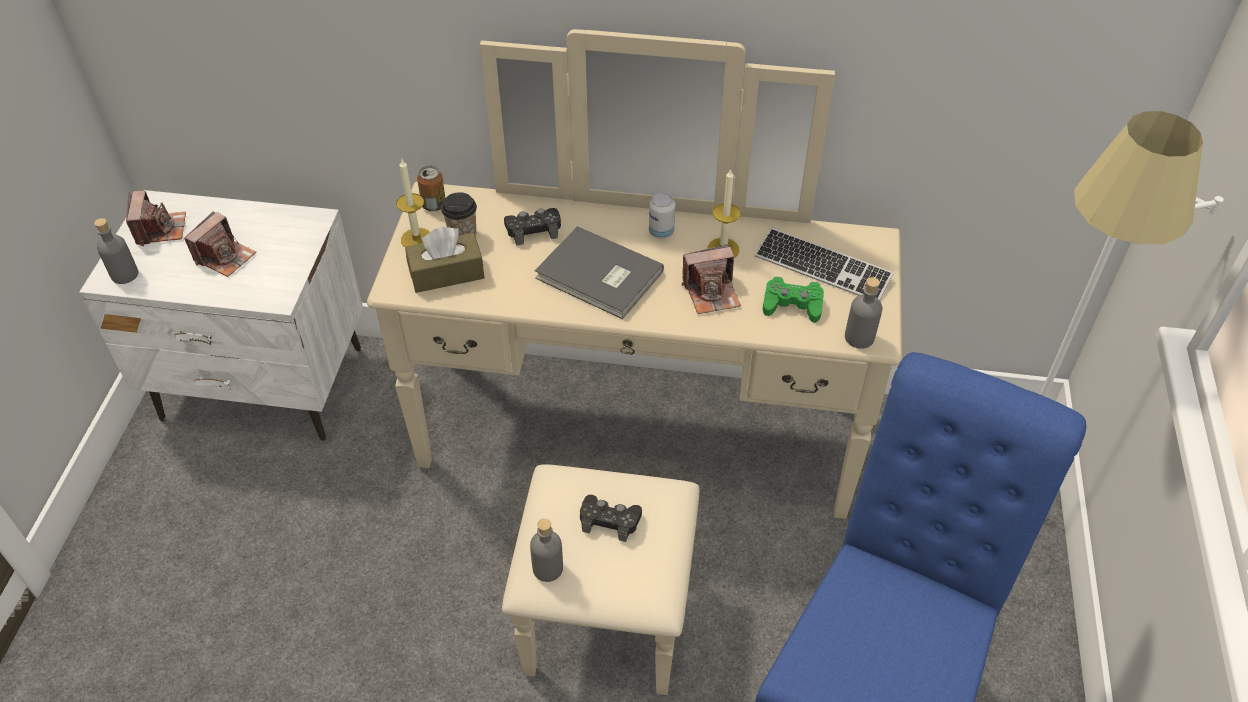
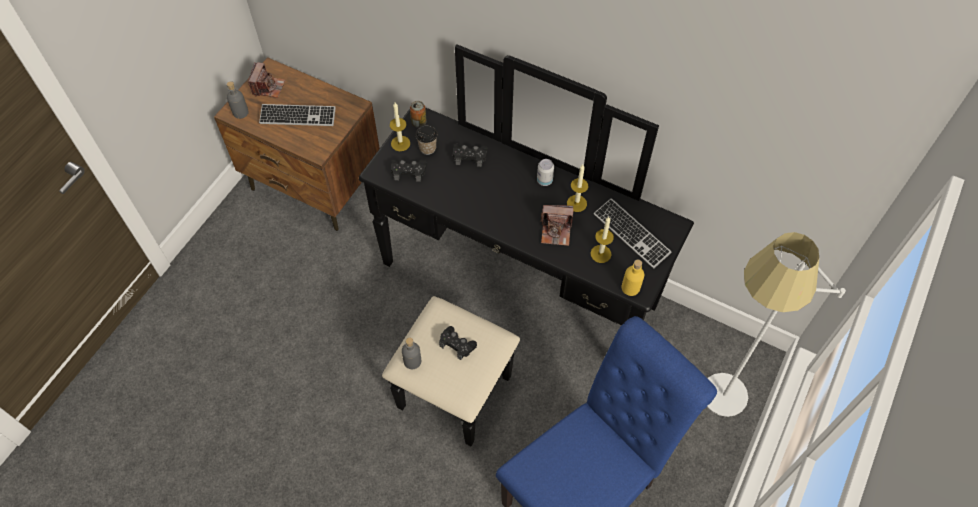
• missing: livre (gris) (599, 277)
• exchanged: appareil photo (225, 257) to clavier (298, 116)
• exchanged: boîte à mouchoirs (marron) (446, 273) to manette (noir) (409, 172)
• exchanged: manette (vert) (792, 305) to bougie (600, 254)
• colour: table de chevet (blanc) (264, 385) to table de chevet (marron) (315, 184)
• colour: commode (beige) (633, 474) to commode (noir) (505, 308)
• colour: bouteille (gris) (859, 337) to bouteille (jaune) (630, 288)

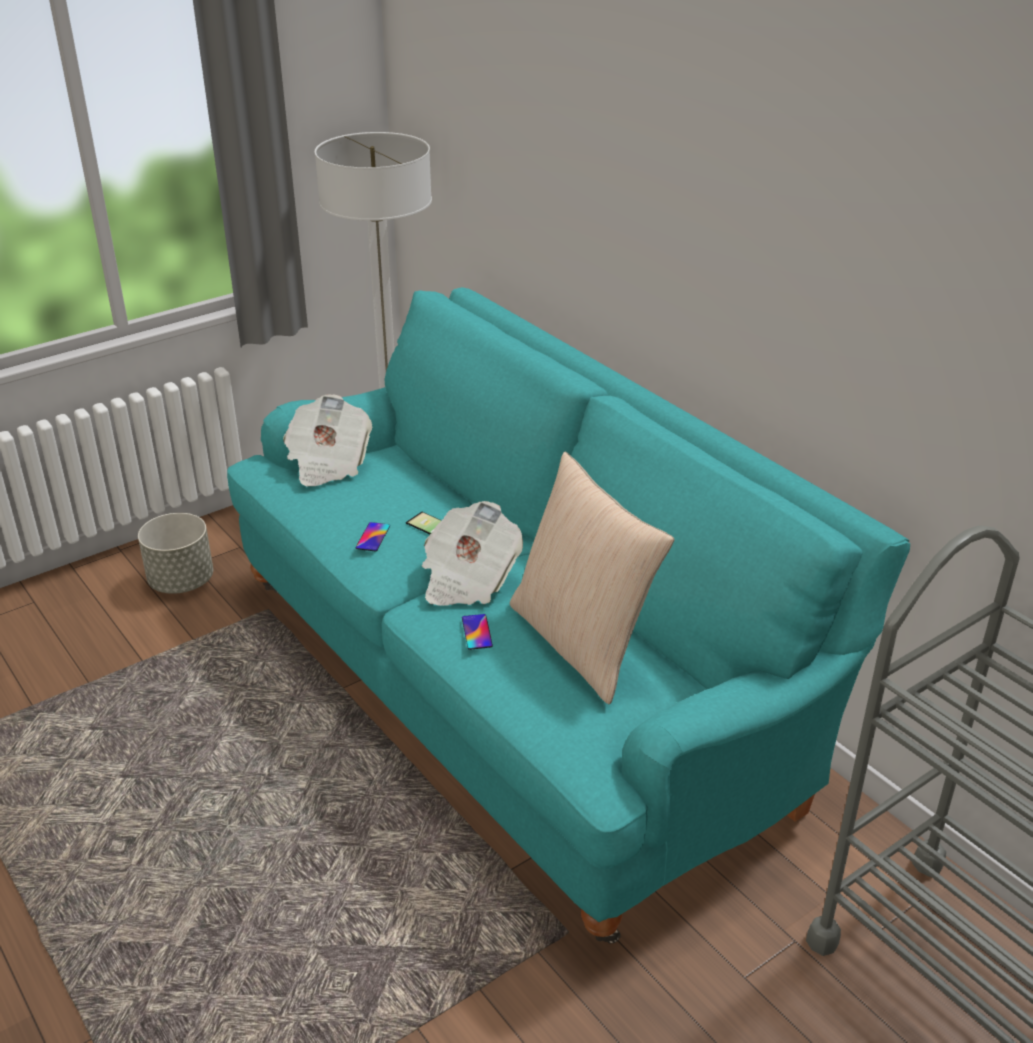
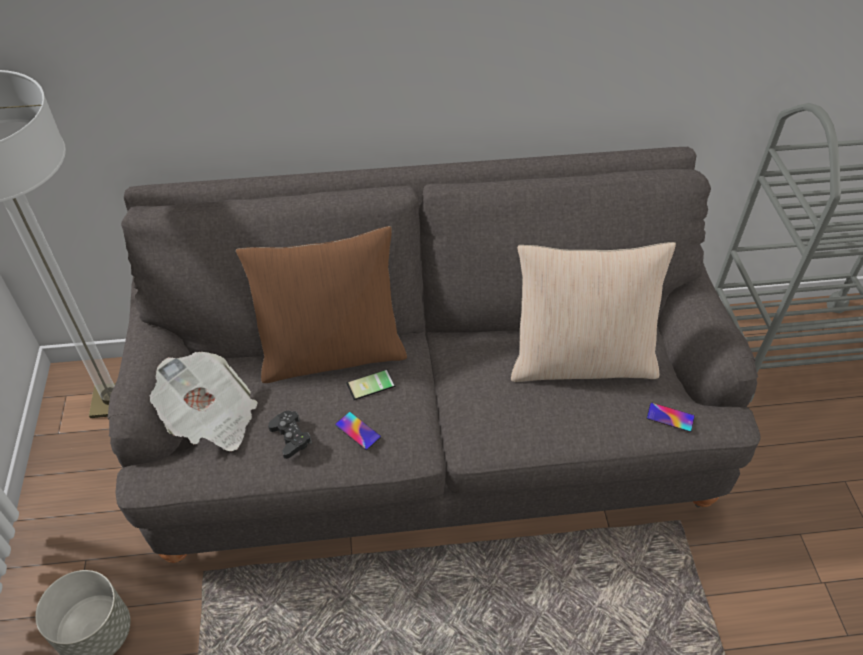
• missing: journal (468, 579)
• appeared: coussin (marron) (332, 352)
• appeared: manette (noir) (290, 437)
• relocated: téléphone (477, 632) to (670, 417)
• colour: canapé (turquoise) (518, 686) to canapé (gris) (431, 435)

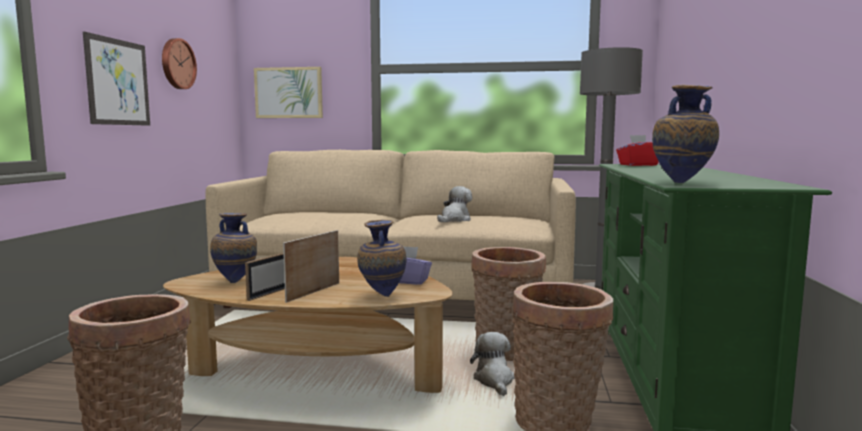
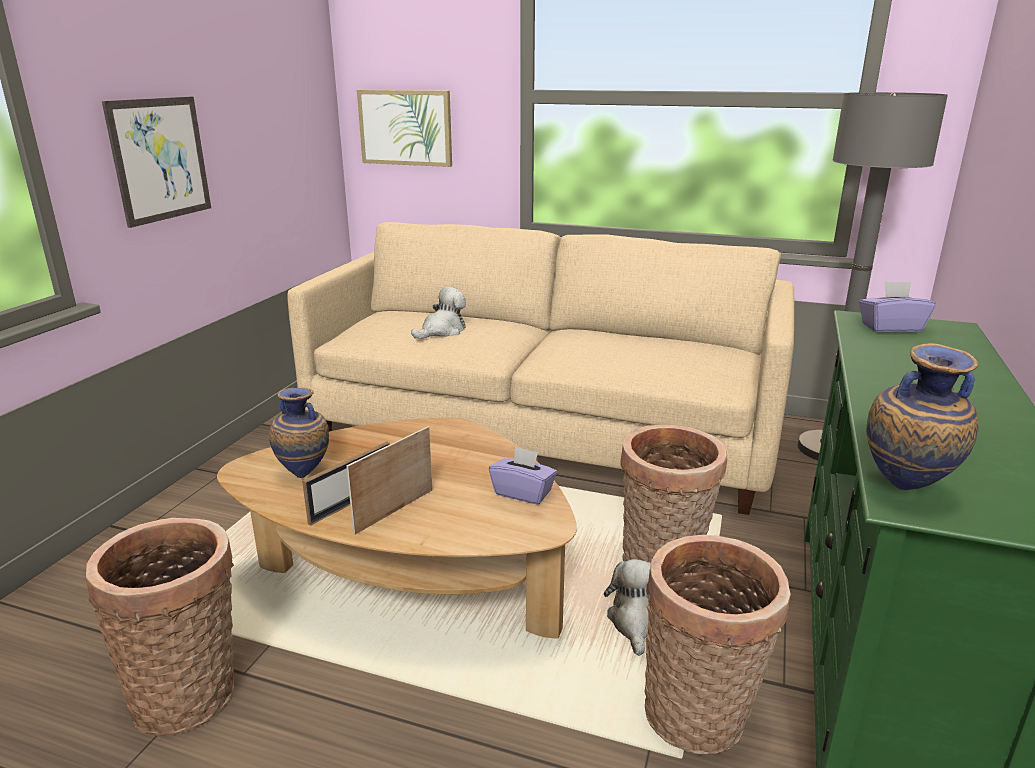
• missing: horloge murale (177, 64)
• missing: vase (381, 296)
• relocated: peluche (454, 220) to (442, 331)
• colour: boîte à mouchoirs (rouge) (638, 165) to boîte à mouchoirs (violet) (891, 327)

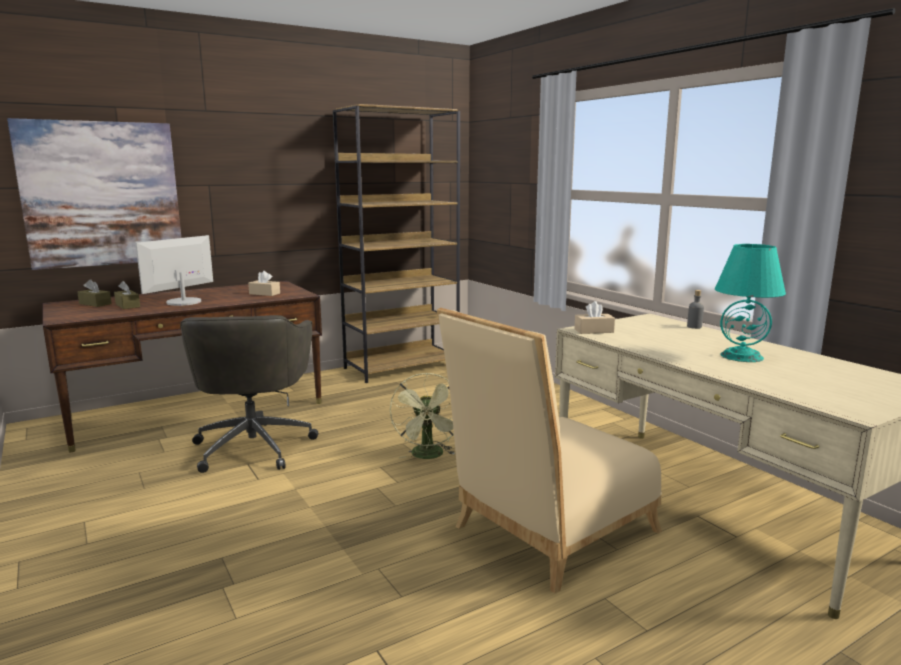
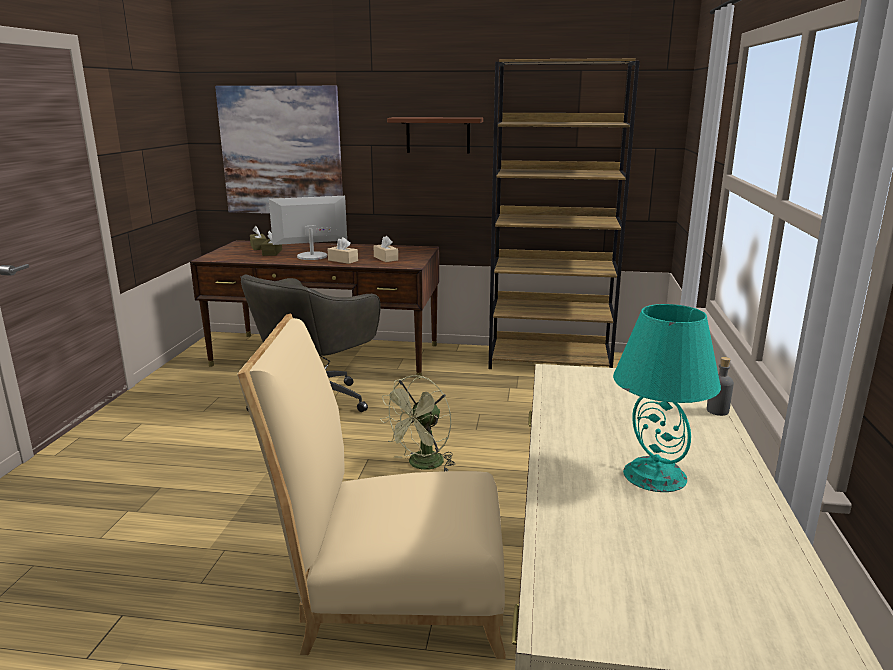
• appeared: étagère (marron) (438, 135)
• relocated: boîte à mouchoirs (beige) (594, 331) to (343, 260)

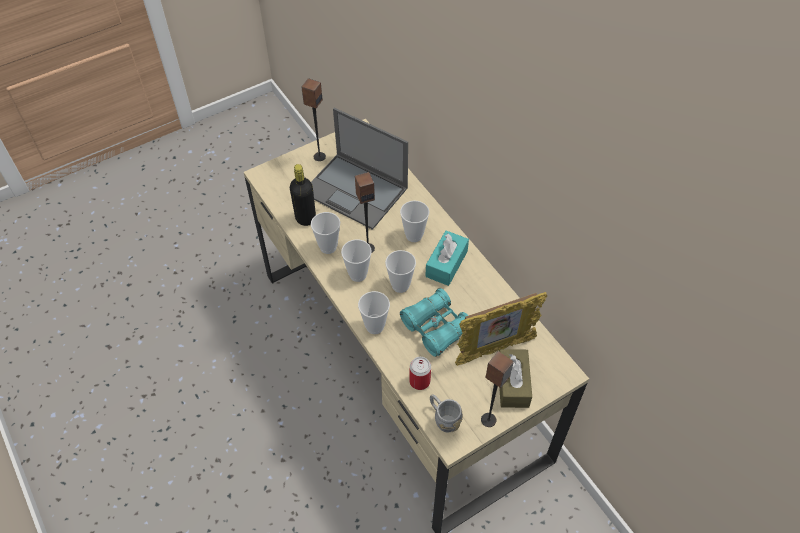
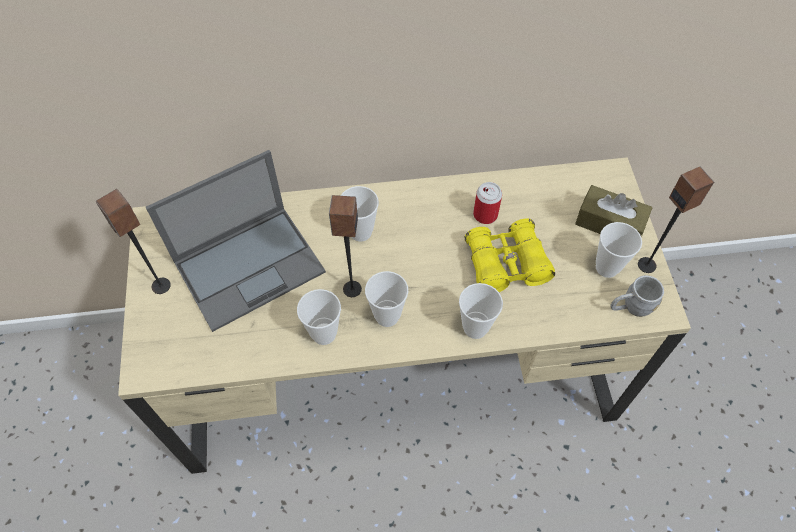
• missing: bouteille (noir) (305, 218)
• missing: boîte à mouchoirs (turquoise) (446, 264)
• missing: cadre photo (494, 350)
• relocated: tasse (400, 285) to (607, 267)
• relocated: boîte métallique (419, 381) to (485, 215)
• colour: jumelles (turquoise) (436, 328) to jumelles (jaune) (506, 264)

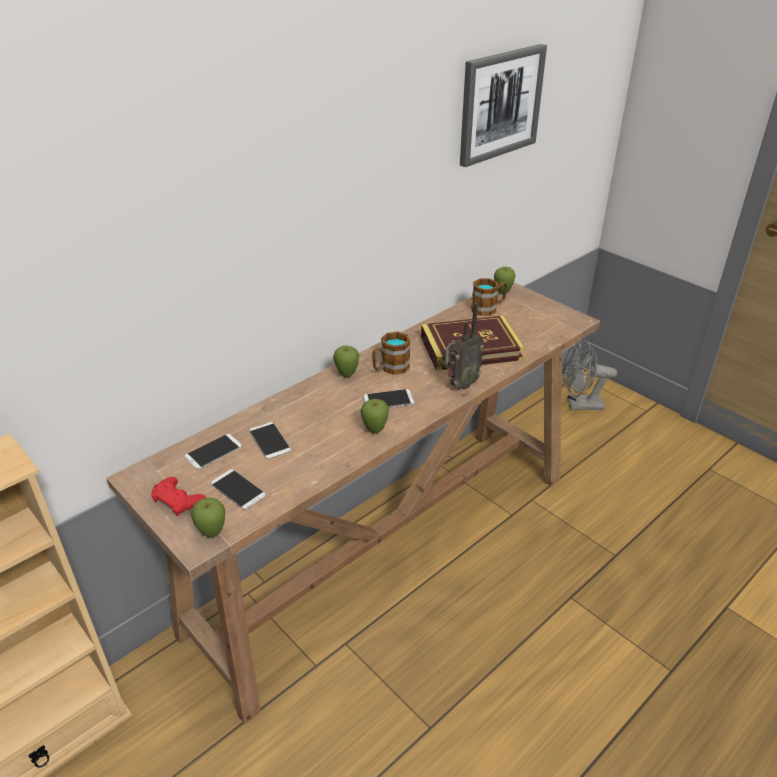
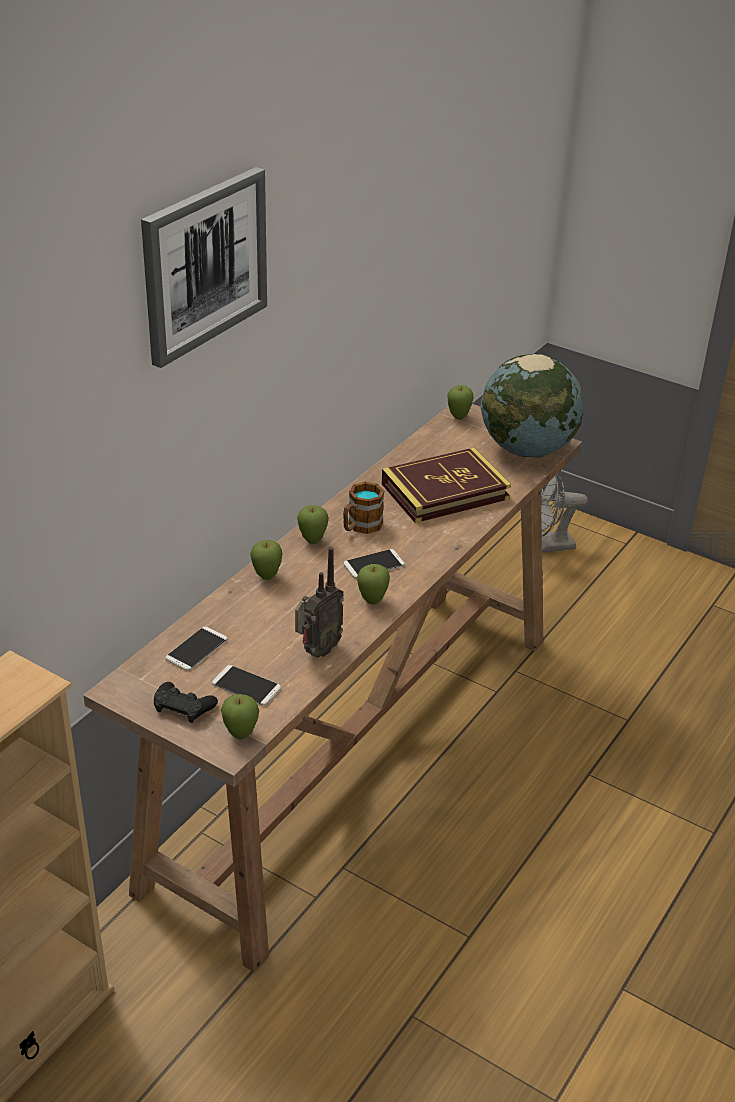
• missing: téléphone (269, 441)
• missing: mug (488, 308)
• appeared: pomme (266, 577)
• appeared: globe (527, 449)
• relocated: radio (459, 385) to (317, 651)
• relocated: tableau (500, 104) to (204, 264)
• colour: manette (rouge) (178, 501) to manette (noir) (183, 707)

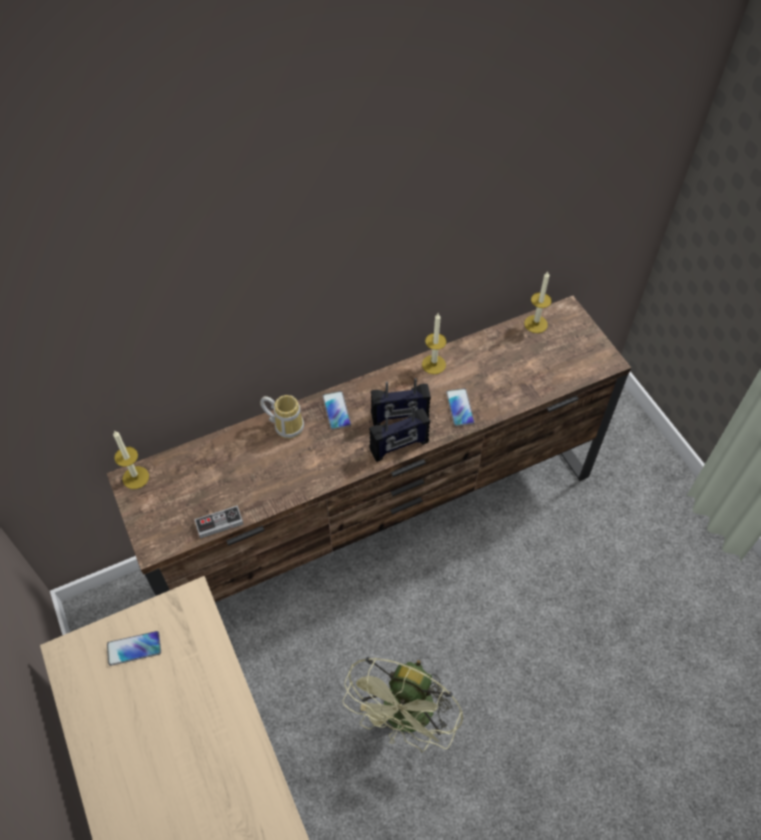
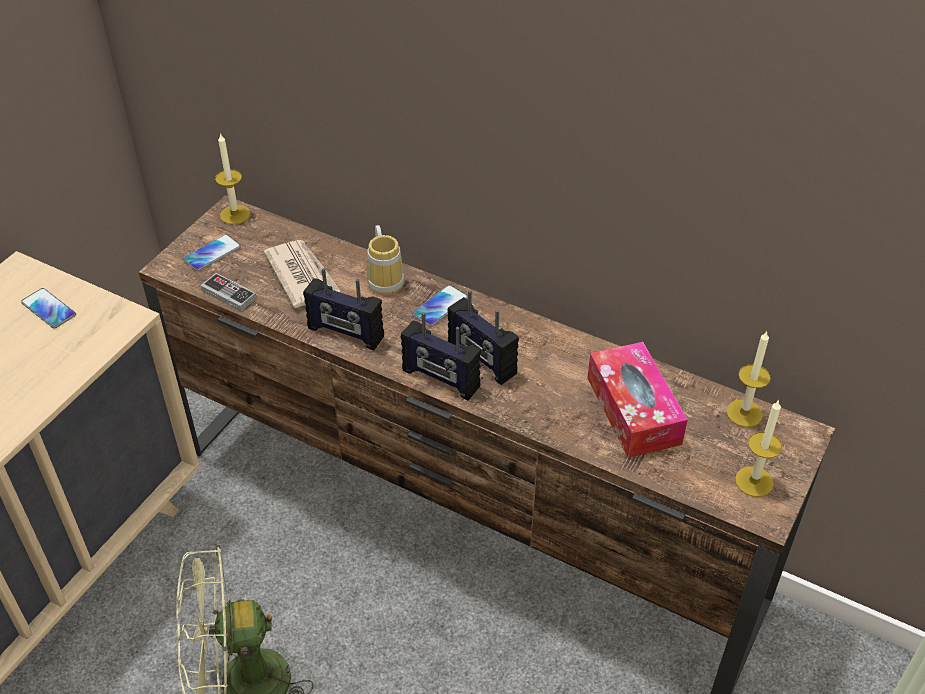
• appeared: journal (302, 275)
• appeared: radio (345, 333)
• appeared: boîte à mouchoirs (633, 410)
• relocated: bougie (433, 364) to (754, 481)
• relocated: téléphone (460, 408) to (212, 253)

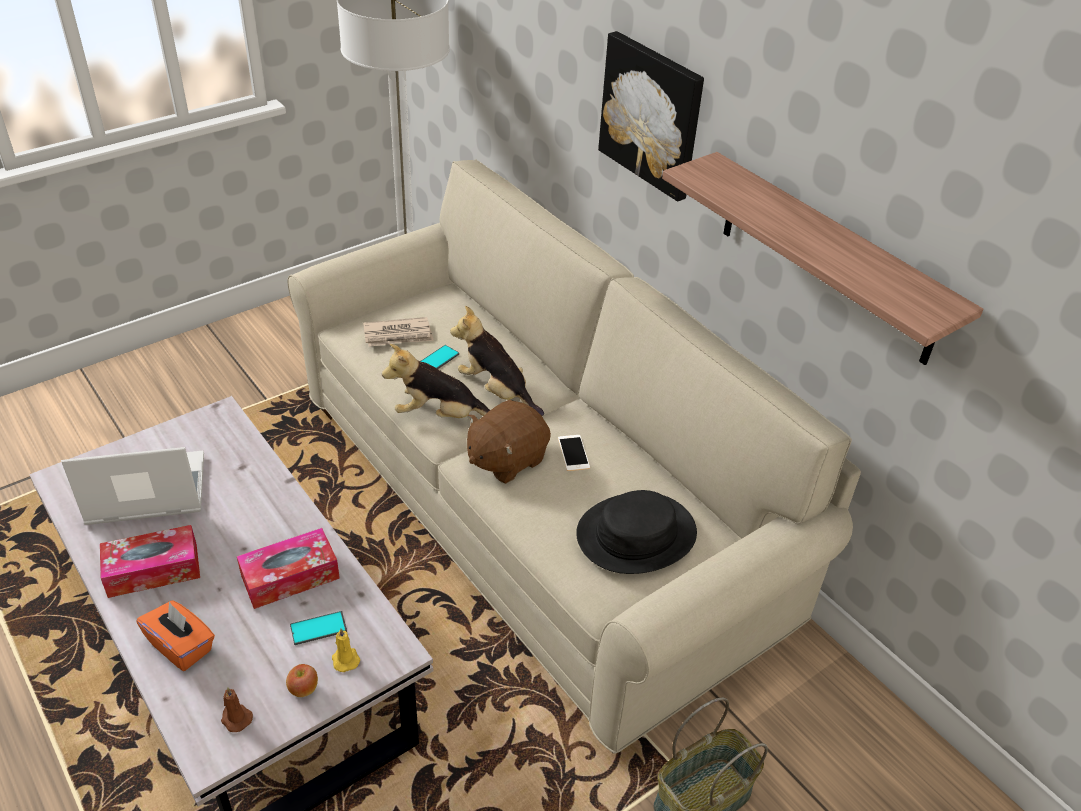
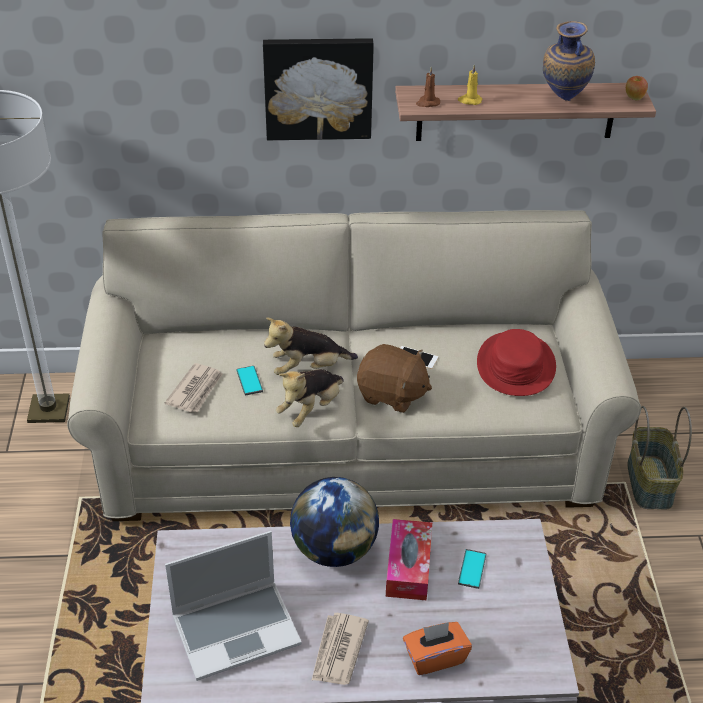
• appeared: globe (334, 549)
• appeared: vase (562, 100)
• relocated: bougie (marron) (235, 718) to (427, 103)
• relocated: pomme (303, 689) to (634, 98)
• relocated: bougie (jaune) (345, 659) to (469, 100)
• exchanged: boîte à mouchoirs (153, 570) to journal (338, 651)
• colour: chapeau (noir) (636, 534) to chapeau (rouge) (515, 365)
• spun: ordinateur portable (145, 492) = (237, 629) 135 degrees counterclockwise
• spun: peluche (marron) (506, 459) = (392, 394) 60 degrees counterclockwise

